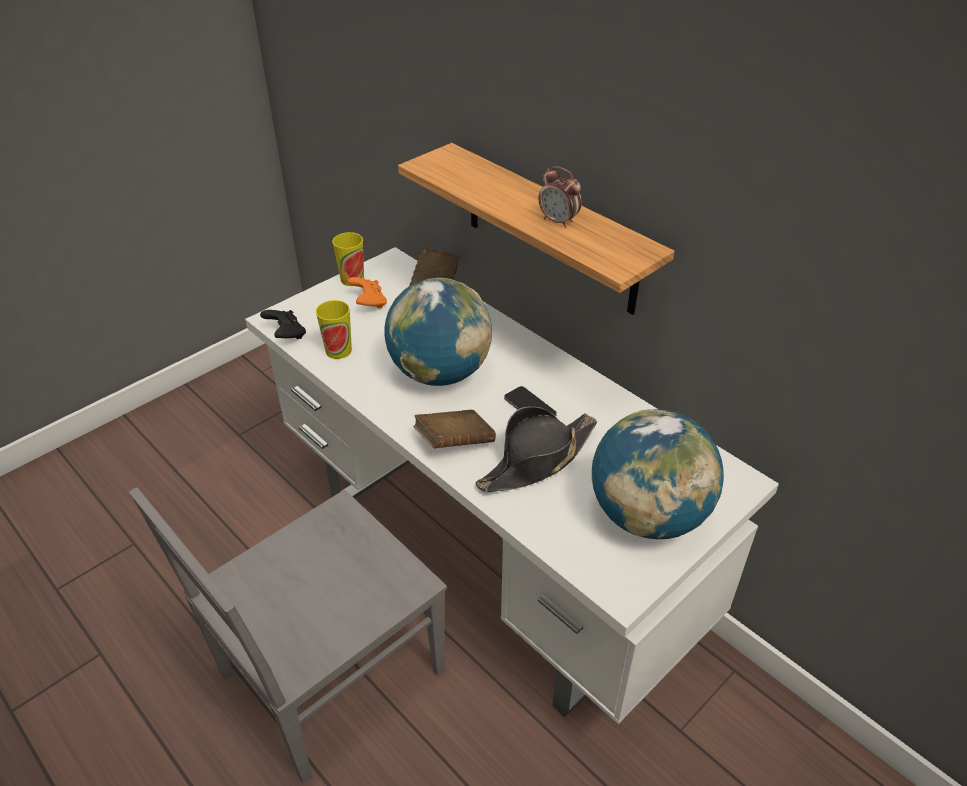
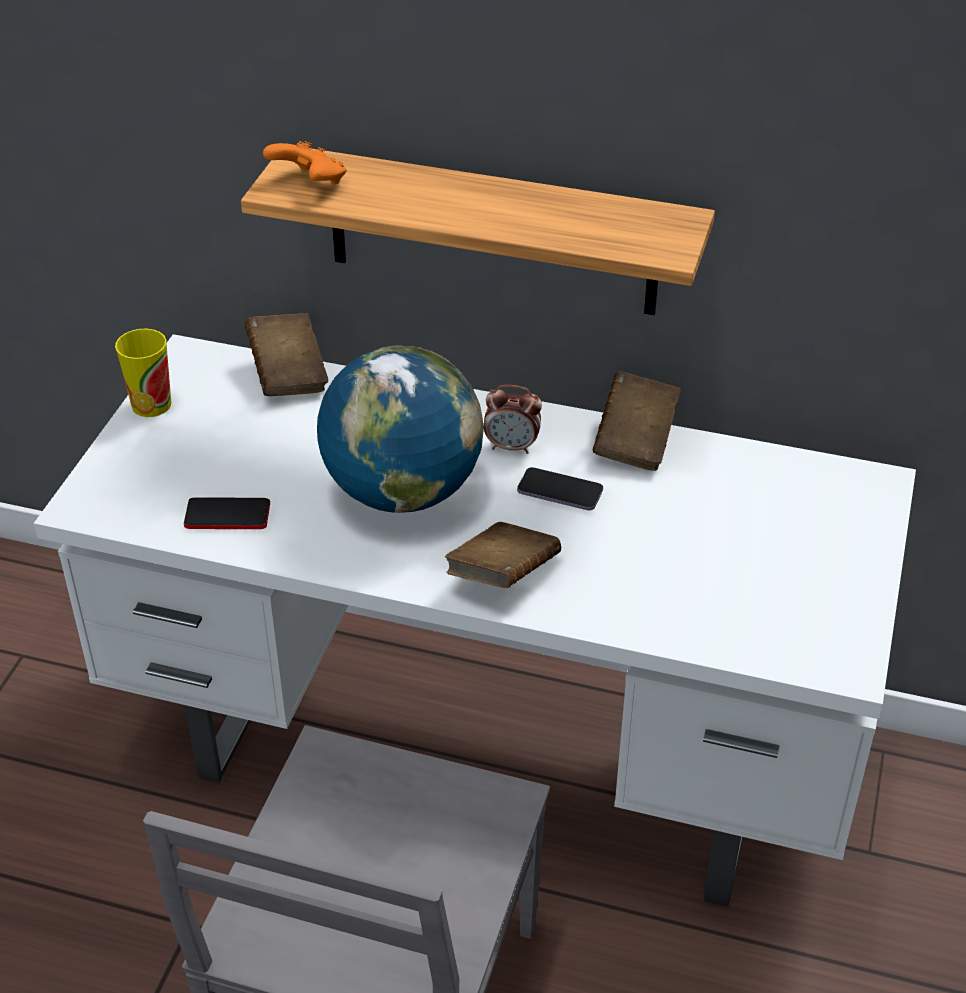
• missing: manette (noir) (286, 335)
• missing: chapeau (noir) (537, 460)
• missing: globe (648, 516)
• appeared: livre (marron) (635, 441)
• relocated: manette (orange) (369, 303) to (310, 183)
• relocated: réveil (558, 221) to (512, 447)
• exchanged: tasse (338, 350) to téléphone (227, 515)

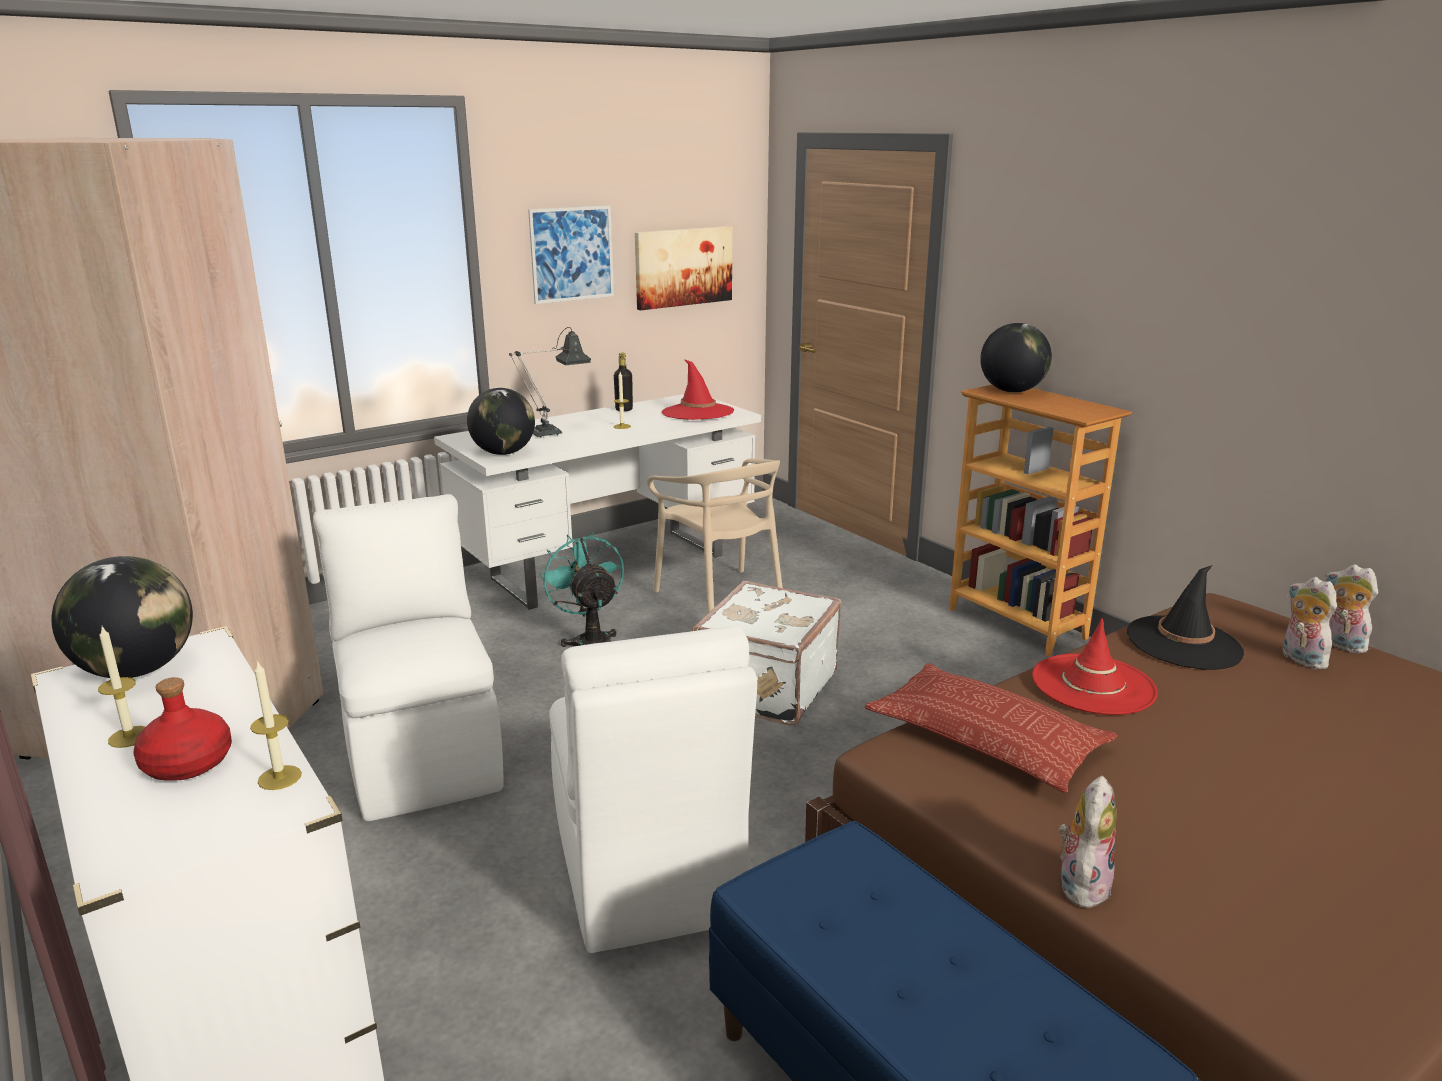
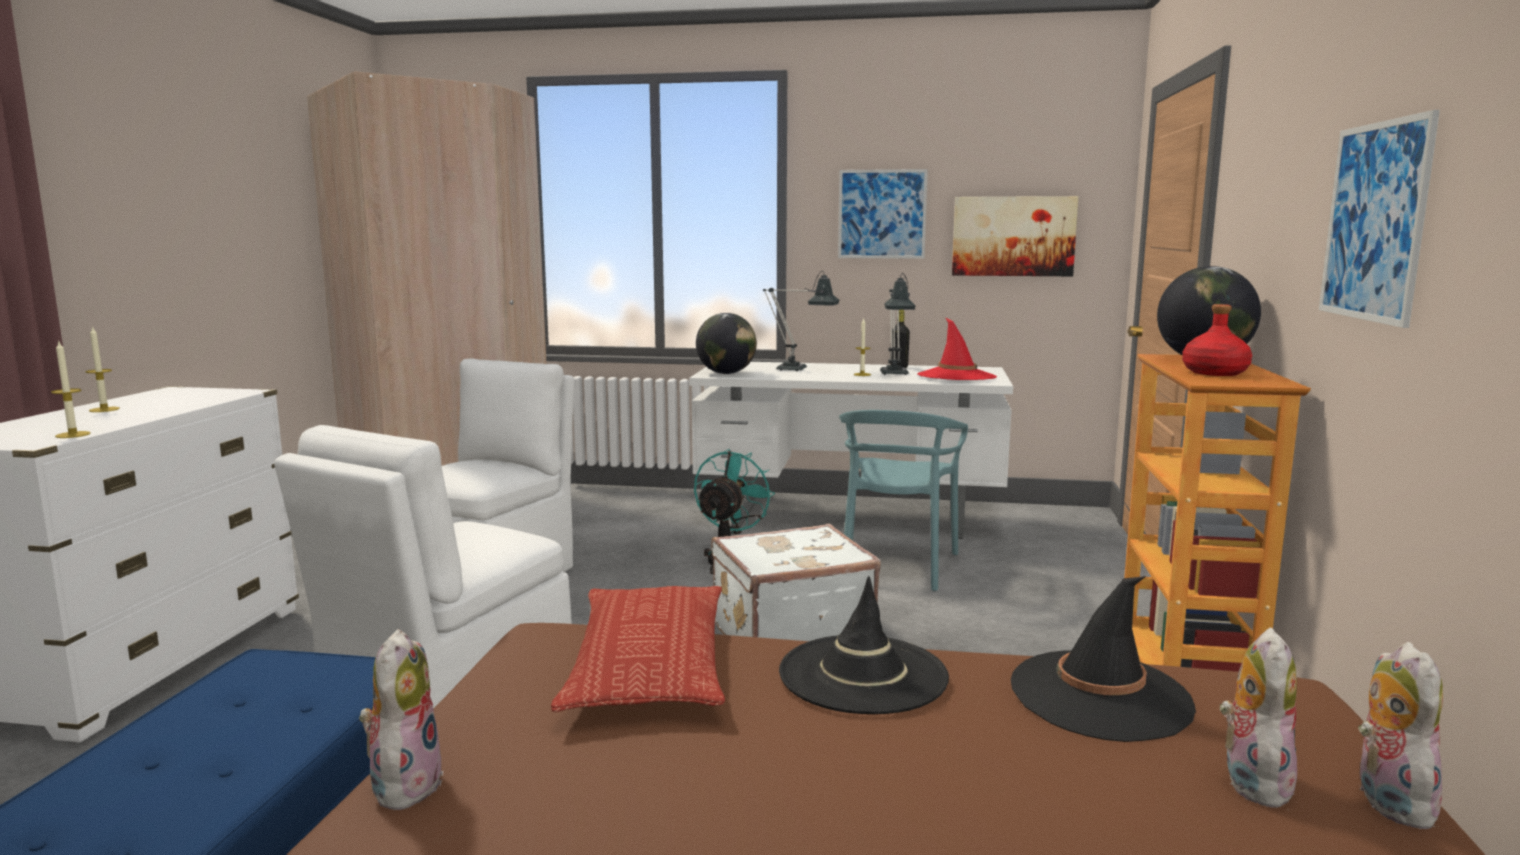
• missing: globe (137, 670)
• appeared: lampe de table (894, 374)
• appeared: tableau (1374, 221)
• relocated: bouteille (rouge) (187, 764) to (1214, 373)
• colour: chaise (beige) (721, 597) to chaise (turquoise) (895, 566)
• colour: chapeau (rouge) (1093, 685) to chapeau (noir) (862, 674)
• spun: peluche (1081, 884) = (404, 784) 75 degrees counterclockwise

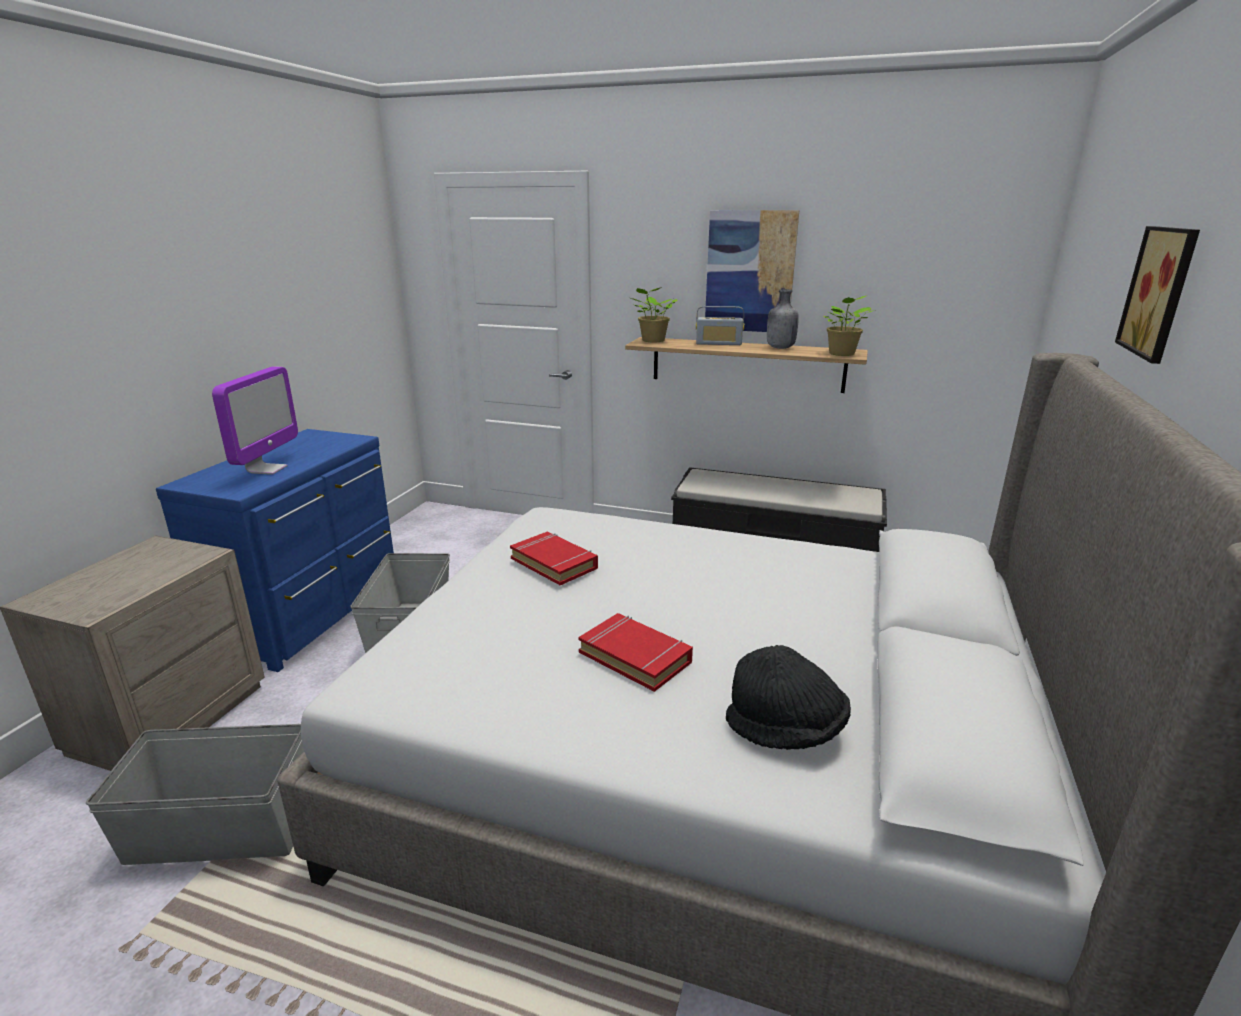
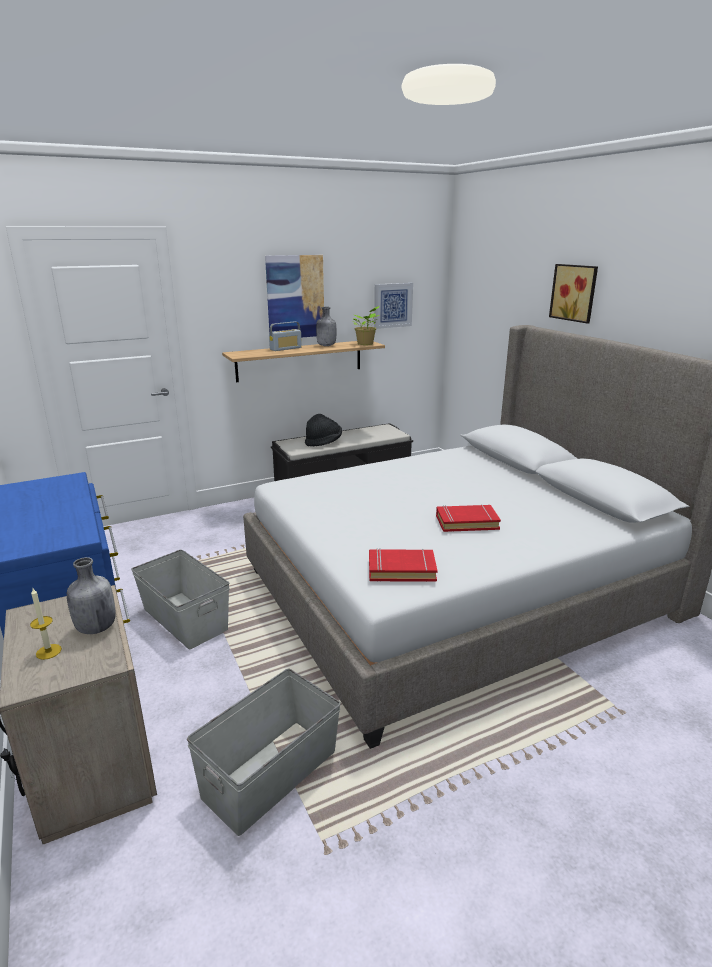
• missing: écran d'ordinateur (267, 469)
• missing: plante en pot (652, 341)
• appeared: bougie (48, 651)
• appeared: bouteille (gris) (95, 628)
• appeared: tableau (392, 305)
• relocated: livre (rouge) (554, 563) to (401, 570)
• relocated: chapeau (noir) (785, 730) to (323, 442)

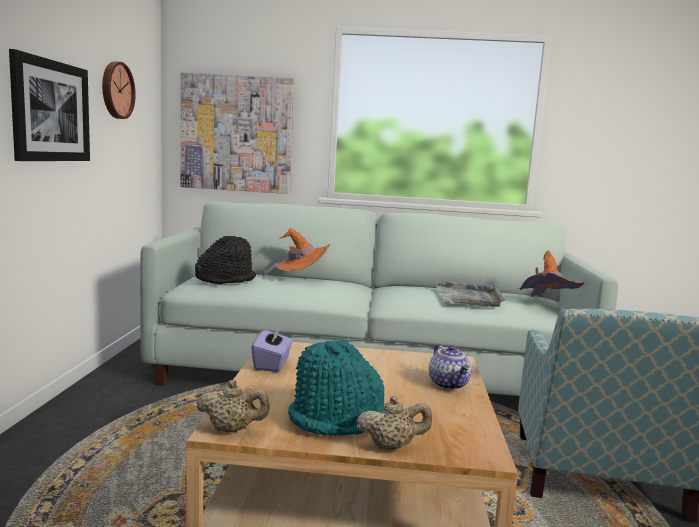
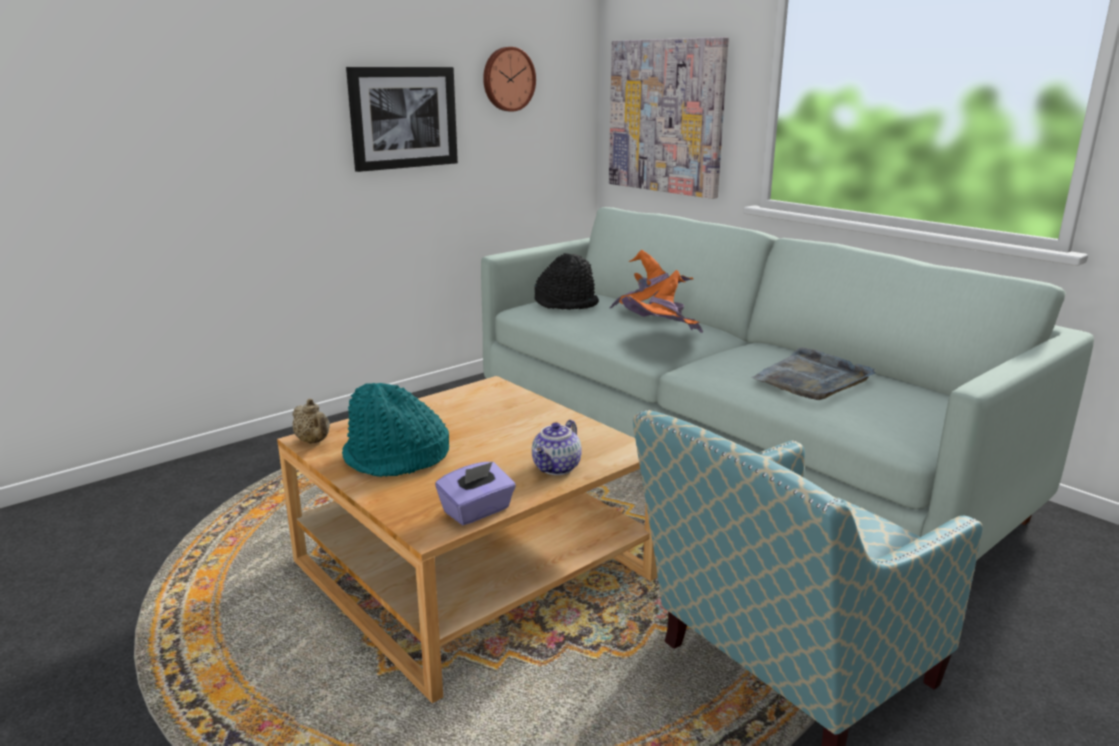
• missing: théière (beige) (392, 446)
• relocated: boîte à mouchoirs (violet) (272, 364) to (477, 511)
• relocated: chapeau (orange) (545, 306) to (663, 341)

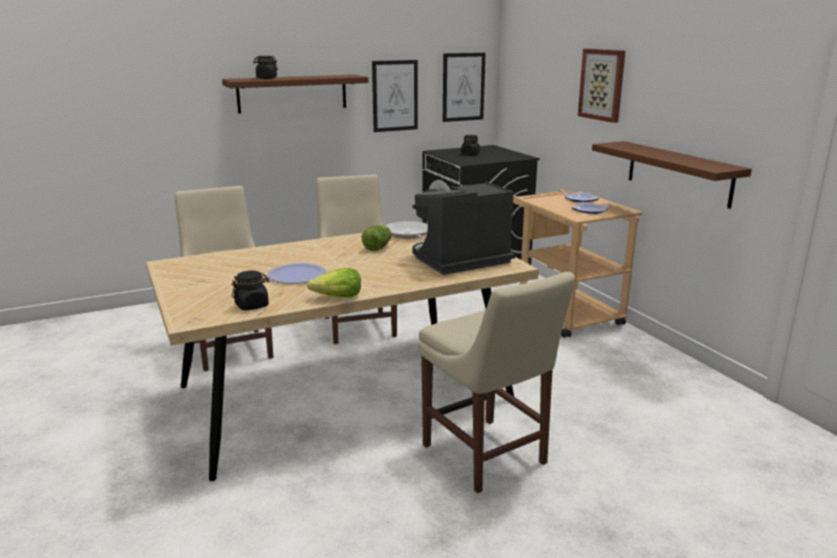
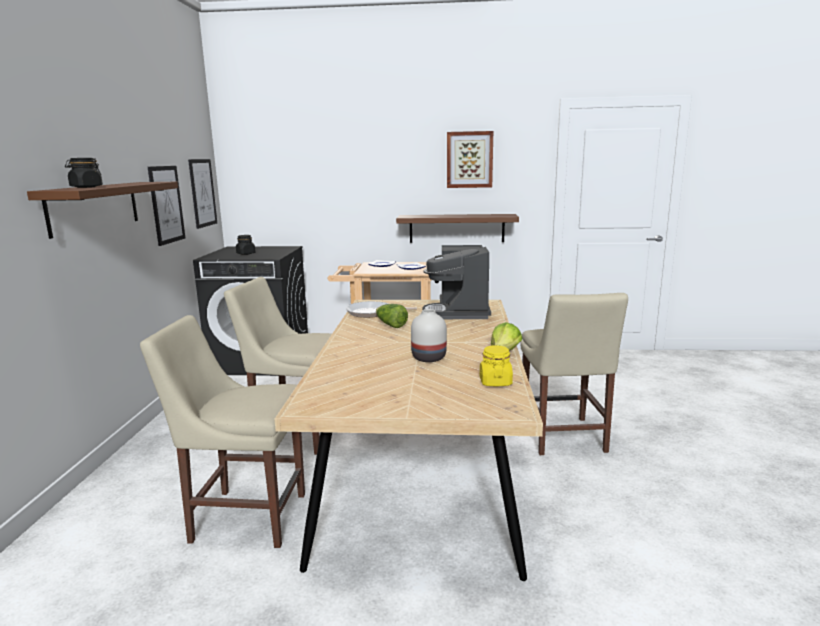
• relocated: tableau (602, 84) to (469, 159)
• exchanged: assiette (297, 275) to vase (blanc) (429, 358)
• colour: bocal (noir) (252, 305) to bocal (jaune) (495, 382)
• spun: chaise (beige) (487, 457) = (563, 438) 90 degrees clockwise

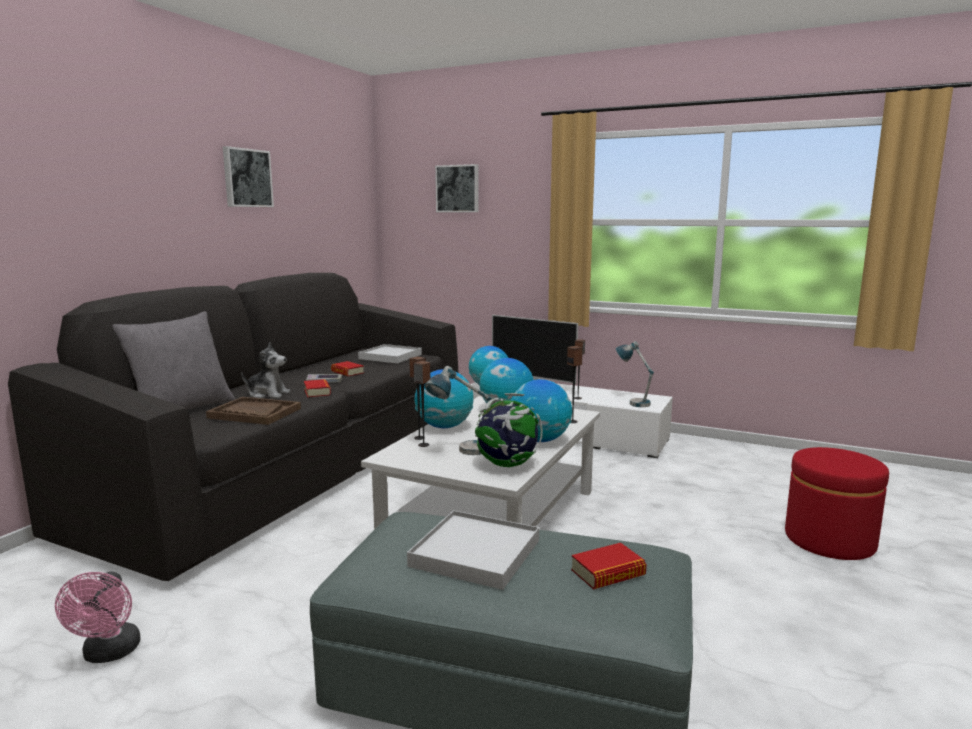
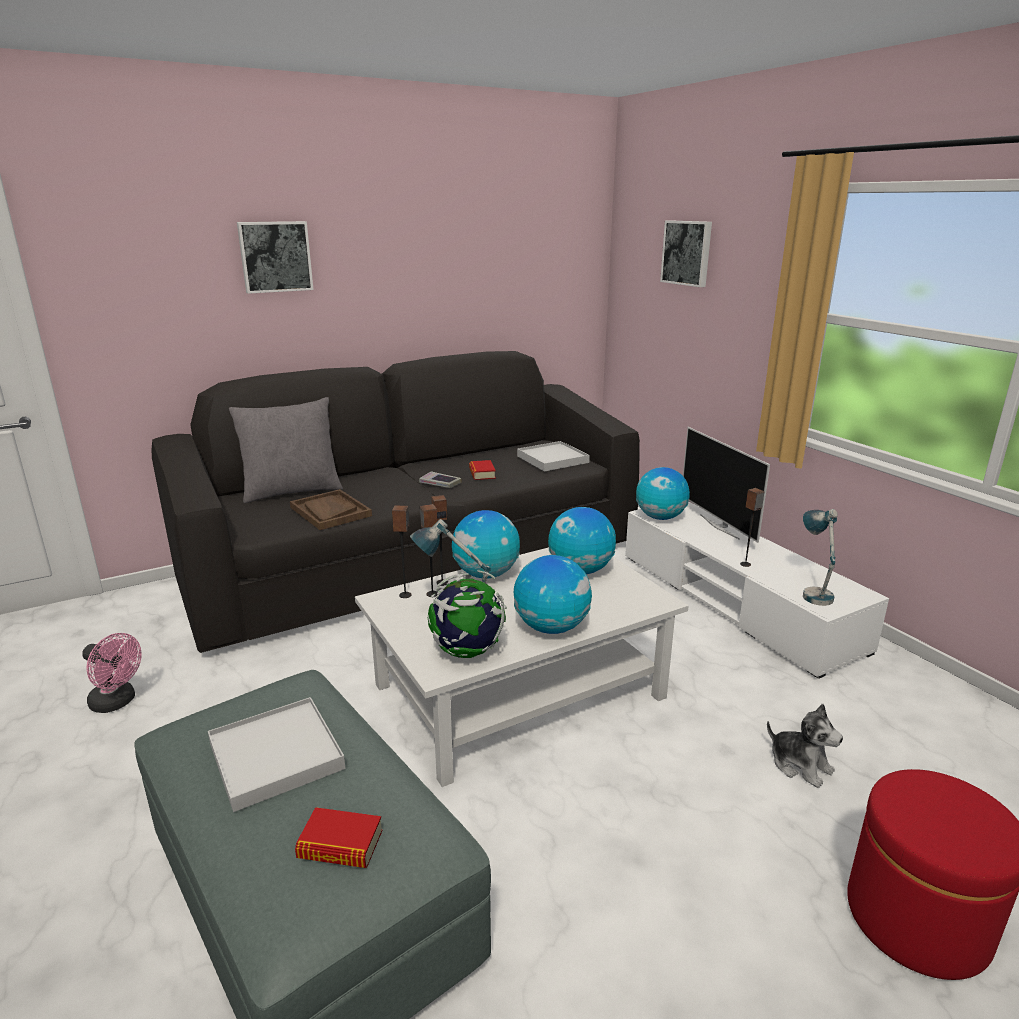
• missing: livre (317, 392)
• relocated: tableau (246, 178) to (275, 256)
• relocated: peluche (267, 394) to (800, 765)
• relocated: enceinte (572, 421) to (405, 595)
• spun: ventilateur (rose) (109, 654) = (117, 702) 90 degrees counterclockwise

